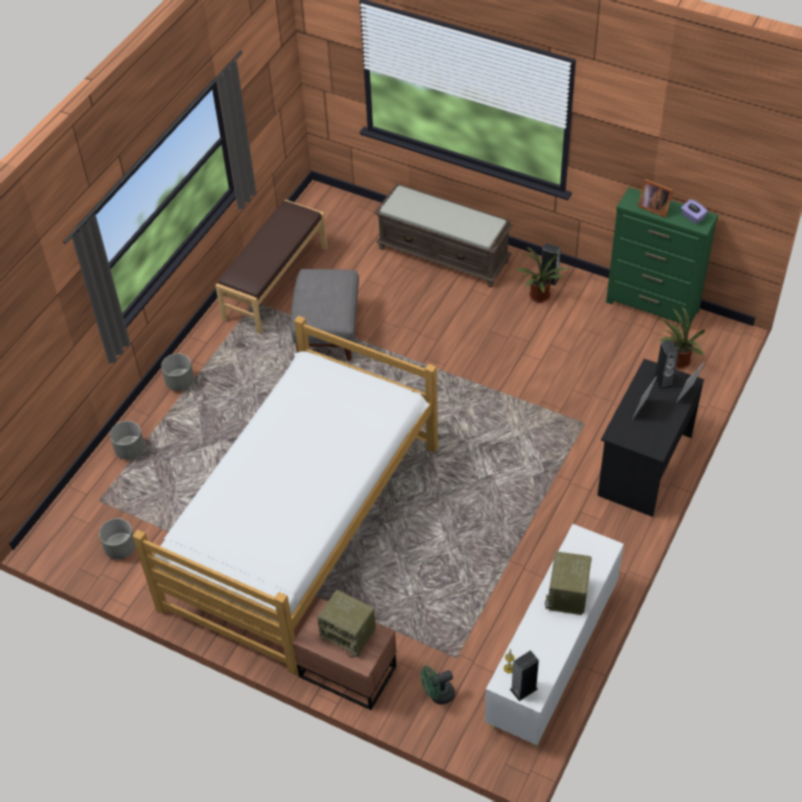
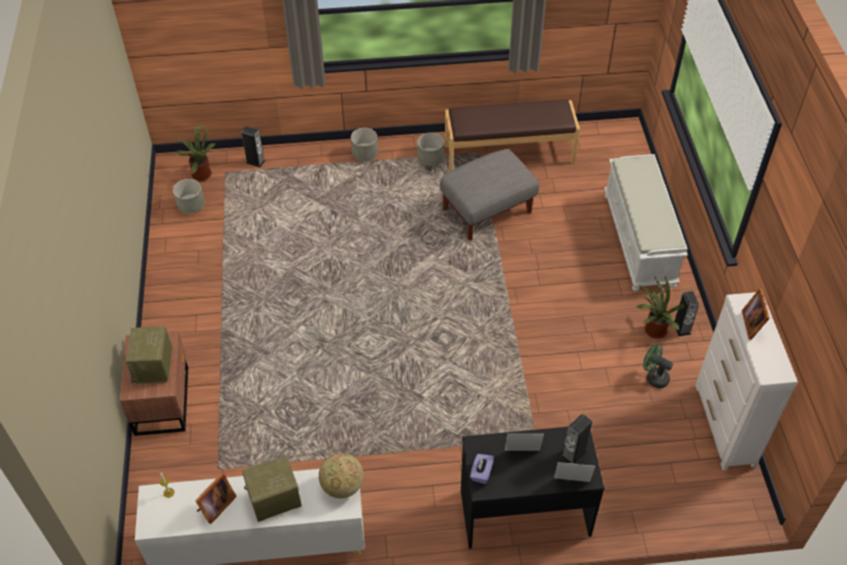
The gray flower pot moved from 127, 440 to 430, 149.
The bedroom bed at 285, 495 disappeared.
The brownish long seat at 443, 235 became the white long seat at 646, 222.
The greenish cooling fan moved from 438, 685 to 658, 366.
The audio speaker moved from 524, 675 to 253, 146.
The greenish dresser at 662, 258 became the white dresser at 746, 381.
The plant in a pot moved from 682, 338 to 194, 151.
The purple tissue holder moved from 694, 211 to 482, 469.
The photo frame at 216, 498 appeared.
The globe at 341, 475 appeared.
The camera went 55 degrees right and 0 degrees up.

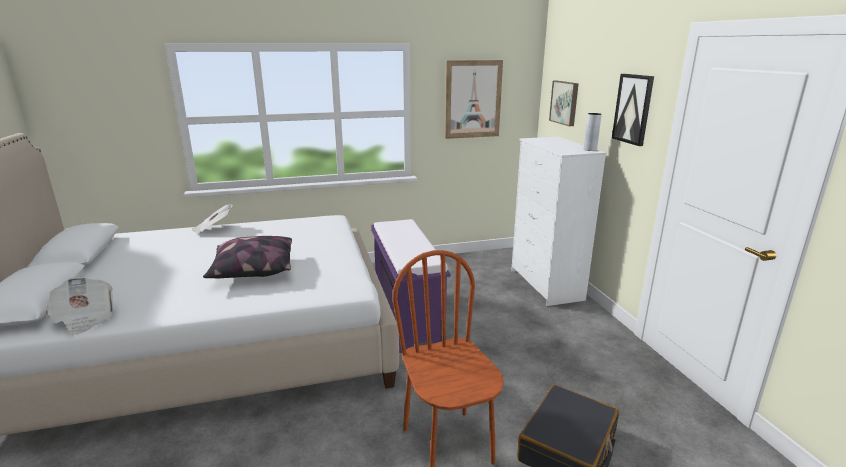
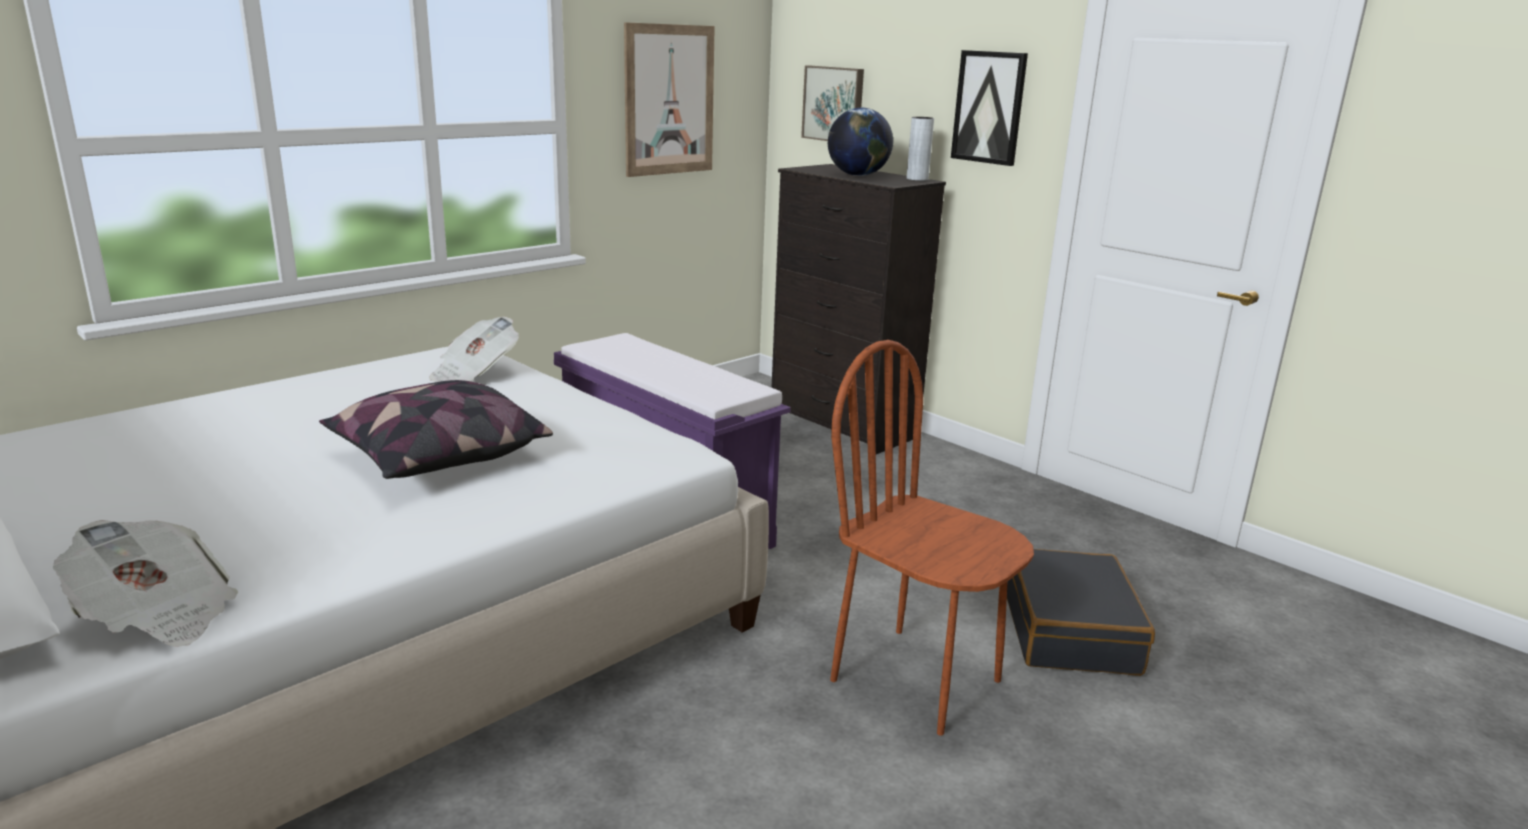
The printed paper moved from 212, 219 to 474, 349.
The white dresser at 558, 221 became the blackish dresser at 858, 309.
The globe at 860, 142 appeared.
The camera went 30 degrees left and 0 degrees up.

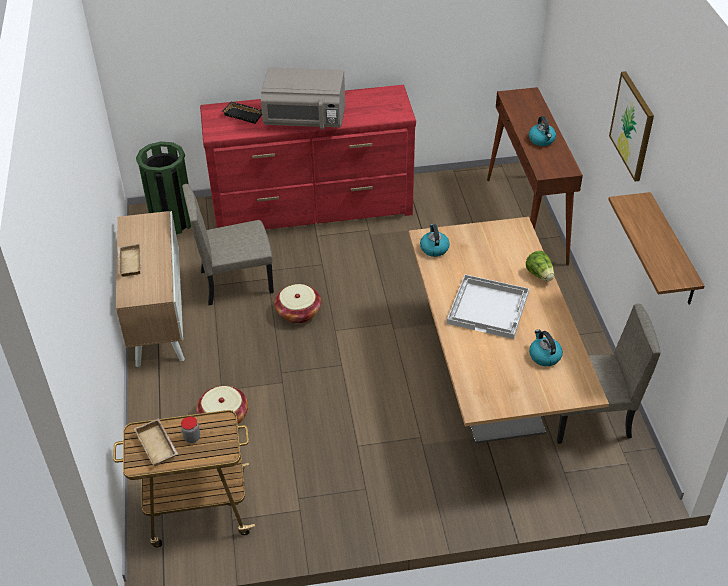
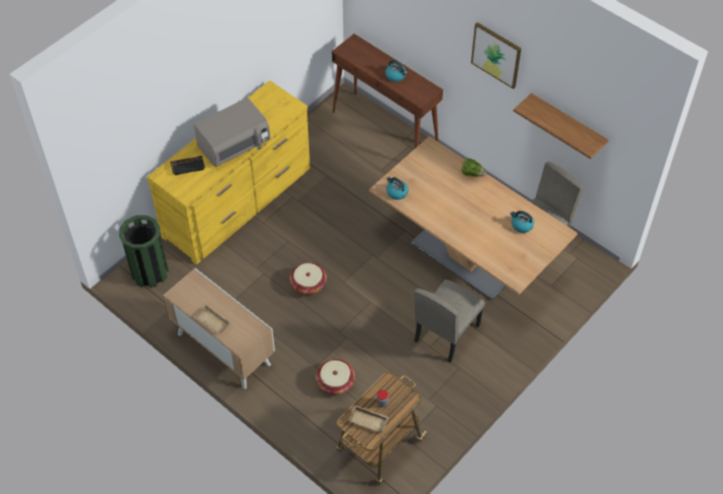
The beige chair moved from 228, 244 to 449, 321.
The reddish dresser at 308, 157 became the yellow dresser at 228, 172.
The white serving tray at 488, 306 disappeared.
The camera went 40 degrees left and 10 degrees up.

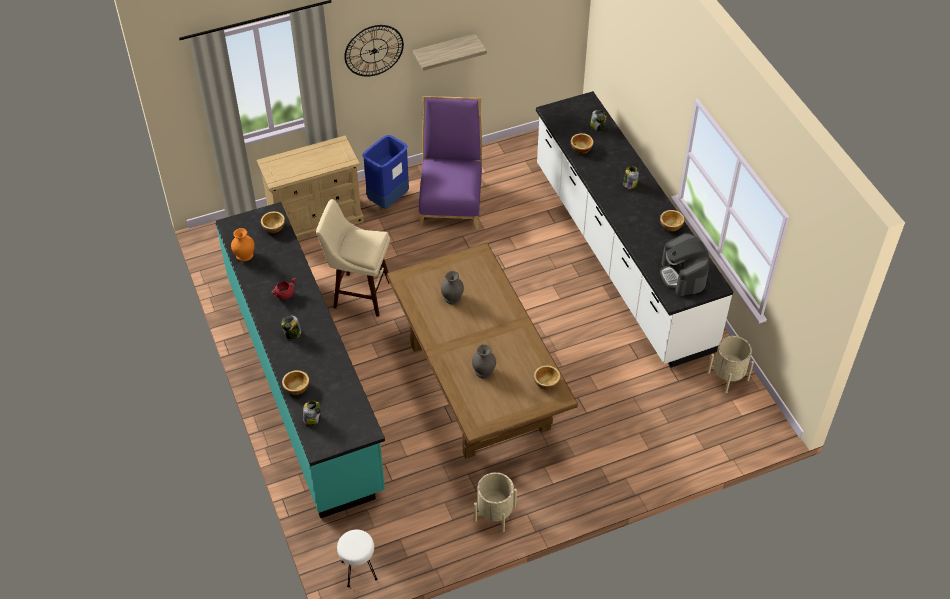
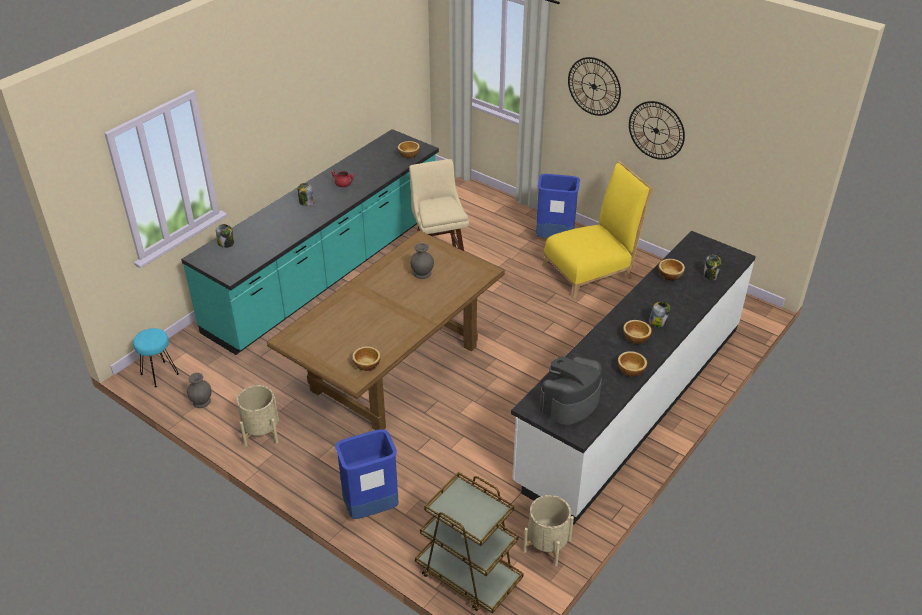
The orangey decorative vase at 243, 245 disappeared.
The beige dresser at 310, 187 disappeared.
The bowl moved from 295, 382 to 637, 332.
The white stool at 357, 558 became the turquoise stool at 156, 357.
The bracket shelf at 450, 52 was replaced by the clock on the wall at 657, 130.
The purple chair at 450, 162 became the yellow chair at 597, 229.
The gray decorative vase moved from 484, 361 to 199, 390.
The blue trash can at 366, 474 appeared.
The brownish trolley at 469, 543 appeared.
The camera went 60 degrees right and 10 degrees down.

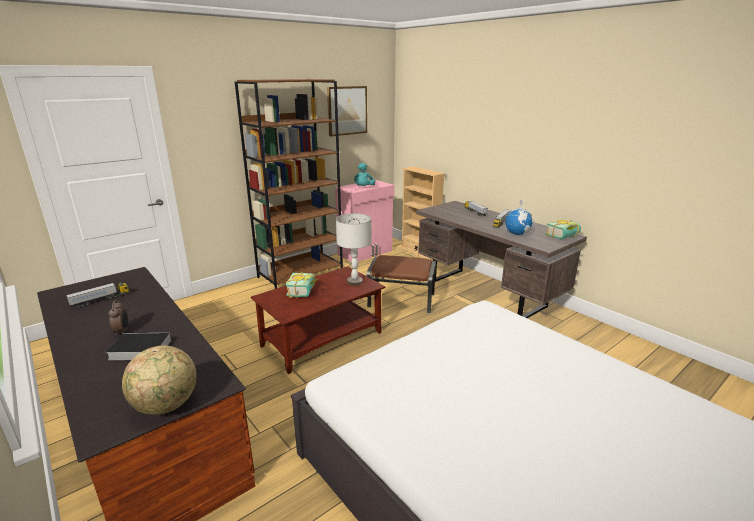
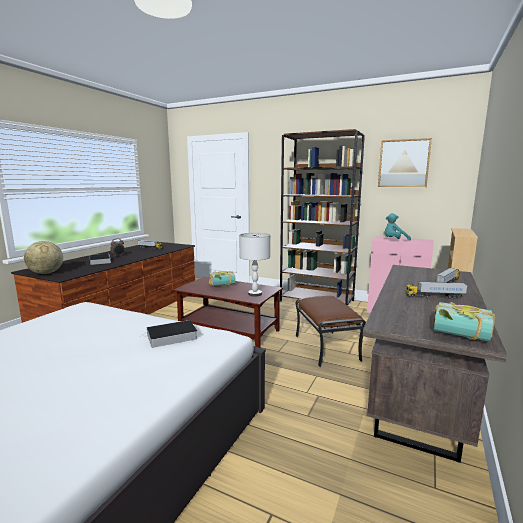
The globe at 519, 217 disappeared.
The volume at 170, 334 appeared.
The camera went 65 degrees right and 10 degrees down.

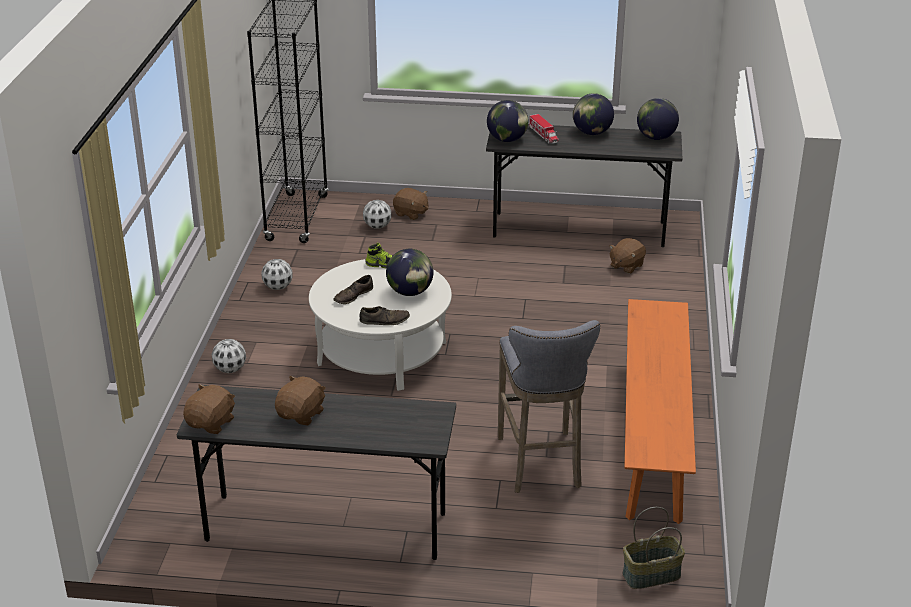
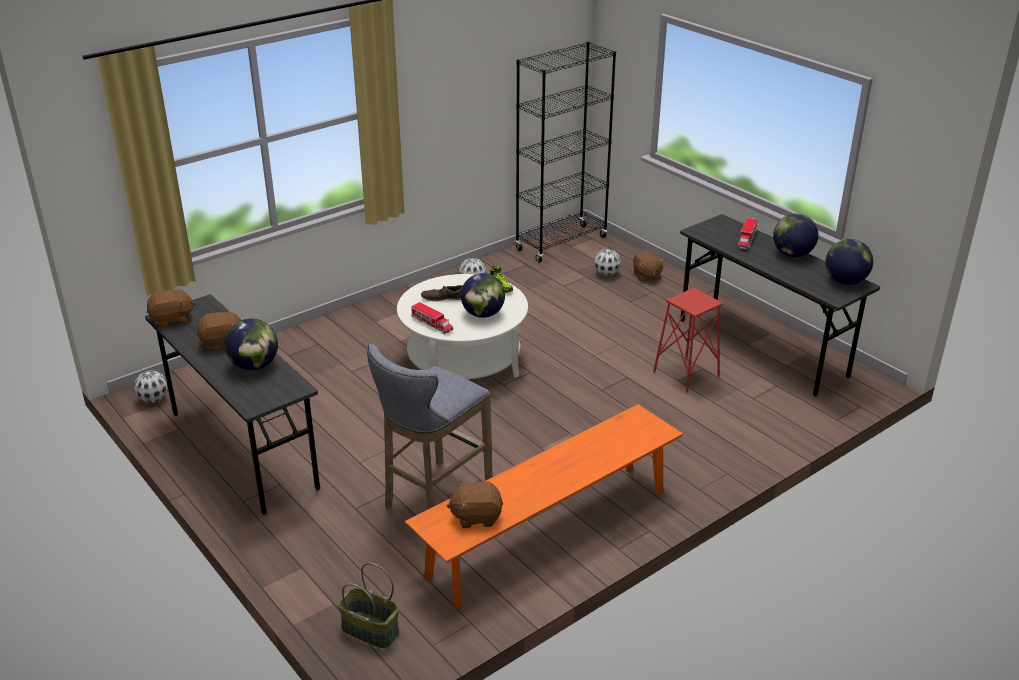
The football moved from 229, 356 to 151, 386.
The brownish low shoe at 384, 315 was replaced by the toy truck at 432, 318.
The globe moved from 507, 121 to 251, 344.
The brownish plush toy moved from 627, 256 to 475, 504.
The reddish stool at 688, 340 appeared.
The camera went 45 degrees right and 0 degrees up.

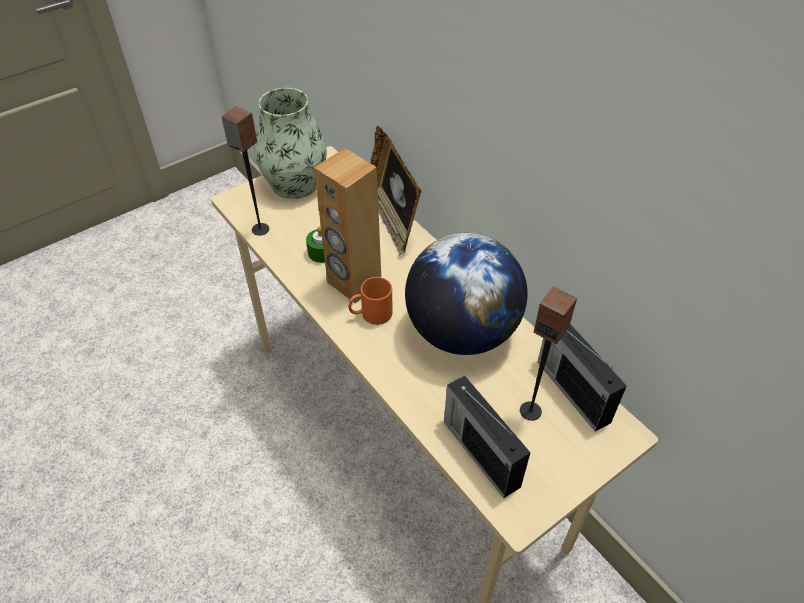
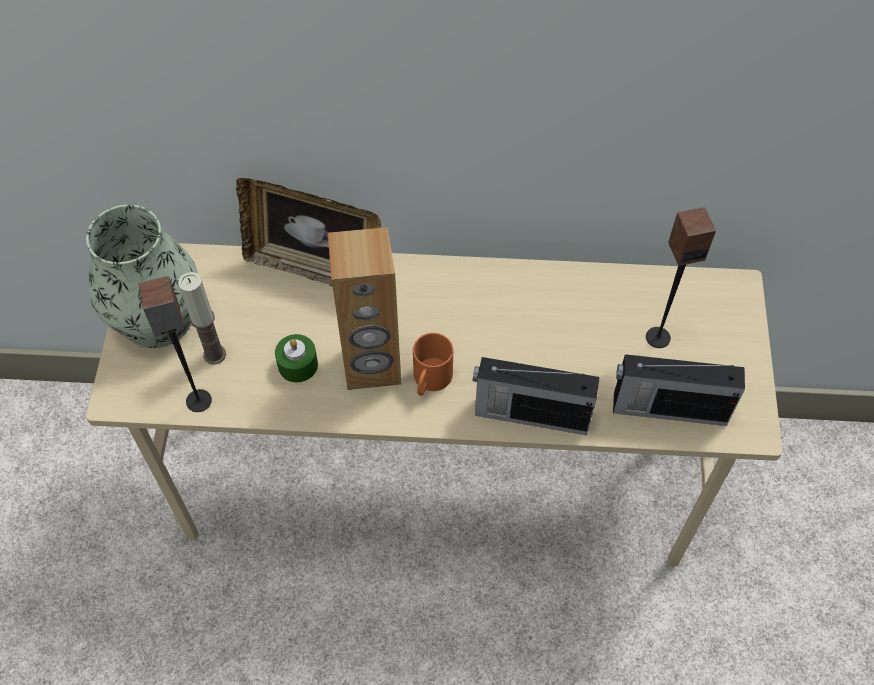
The globe at 466, 294 disappeared.
The radio set moved from 582, 377 to 536, 396.
The wax candle at 202, 318 appeared.
The camera went 50 degrees left and 10 degrees up.

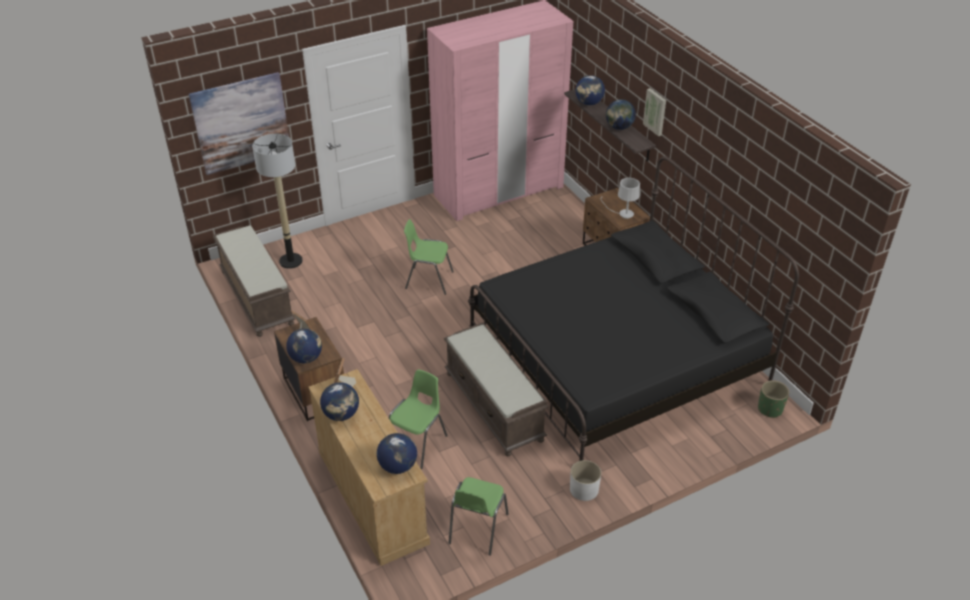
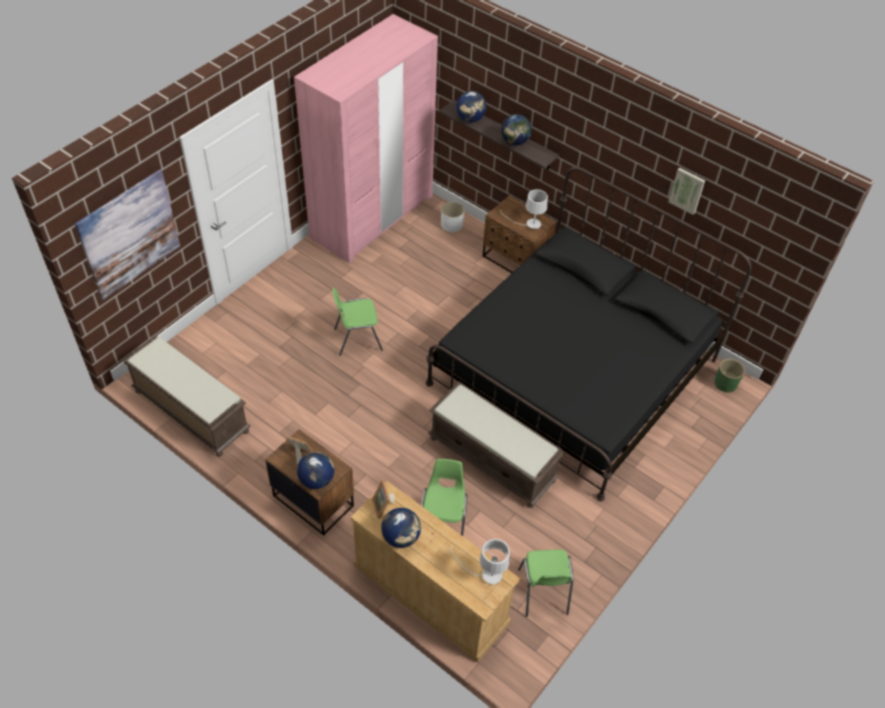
The standing lamp at 277, 201 disappeared.
The globe at 397, 453 was replaced by the white tabletop lamp at 480, 561.
The white flower pot moved from 585, 480 to 452, 217.
The picture moved from 654, 112 to 687, 191.
The camera went 25 degrees left and 10 degrees up.

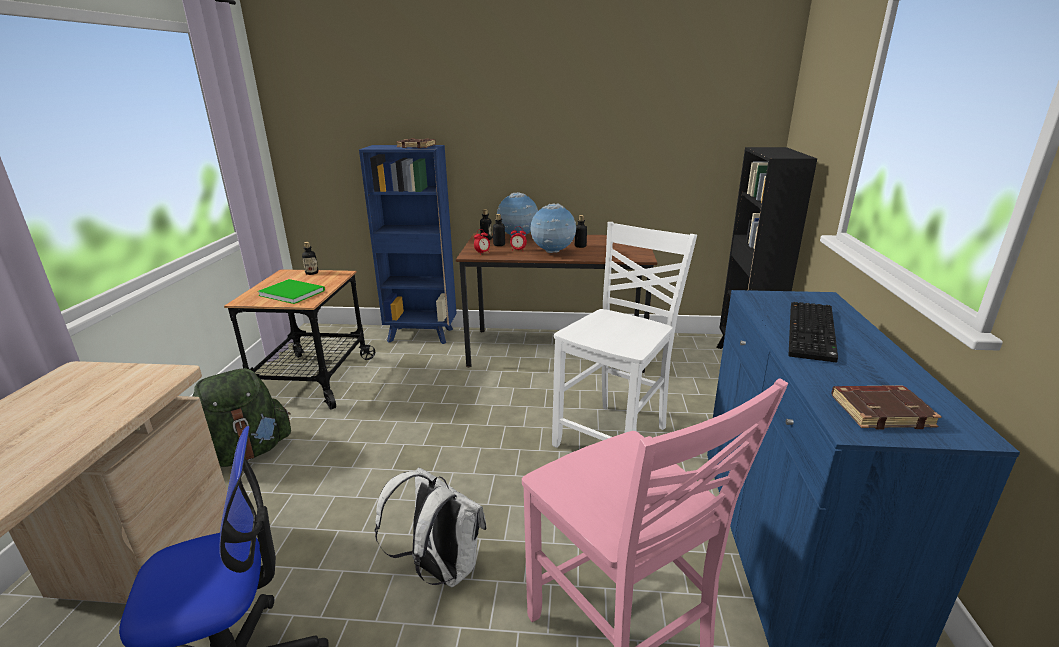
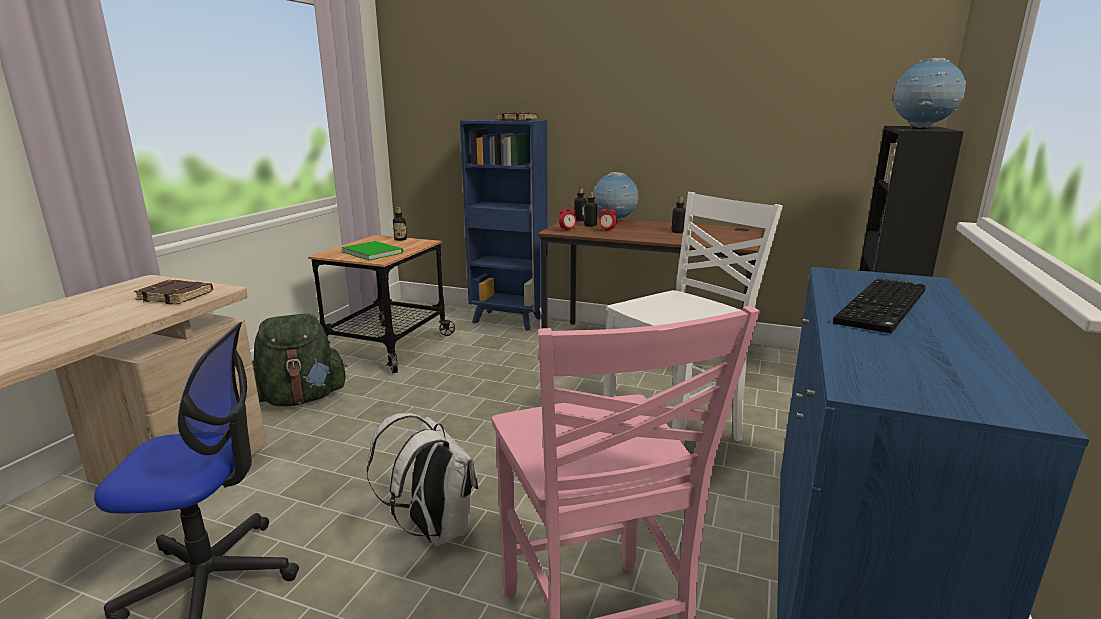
The globe moved from 553, 228 to 929, 93.
The brownish volume moved from 886, 408 to 173, 292.
The camera went 15 degrees right and 5 degrees down.

